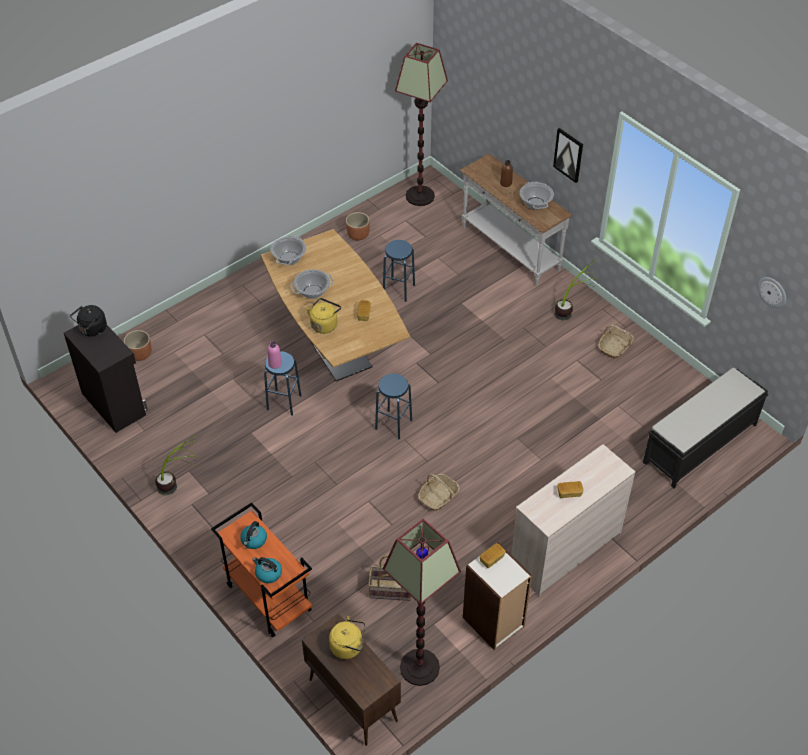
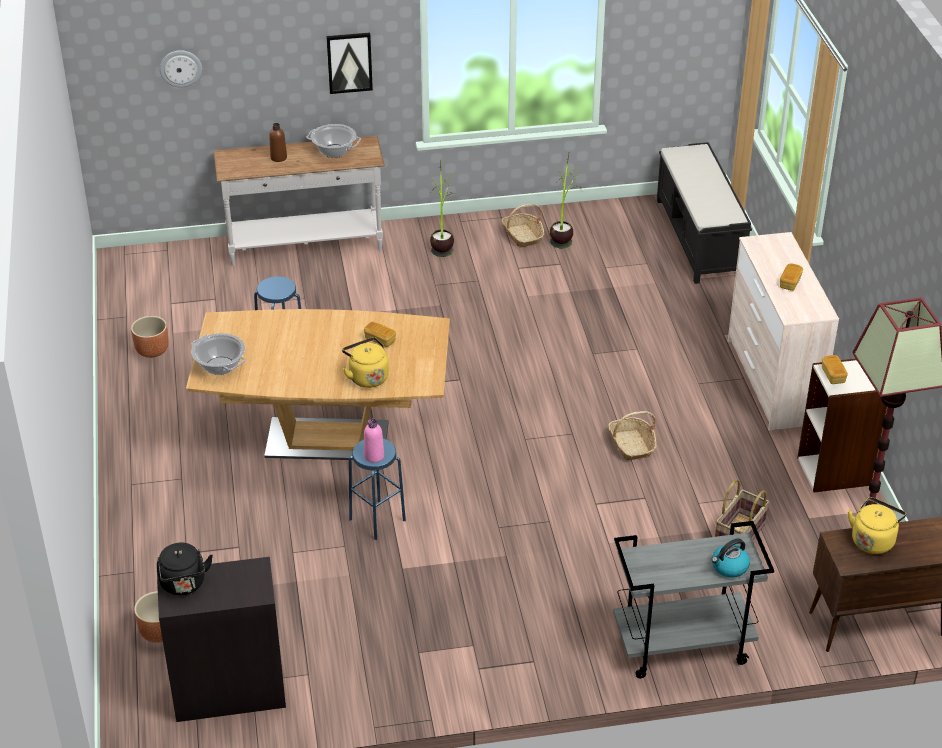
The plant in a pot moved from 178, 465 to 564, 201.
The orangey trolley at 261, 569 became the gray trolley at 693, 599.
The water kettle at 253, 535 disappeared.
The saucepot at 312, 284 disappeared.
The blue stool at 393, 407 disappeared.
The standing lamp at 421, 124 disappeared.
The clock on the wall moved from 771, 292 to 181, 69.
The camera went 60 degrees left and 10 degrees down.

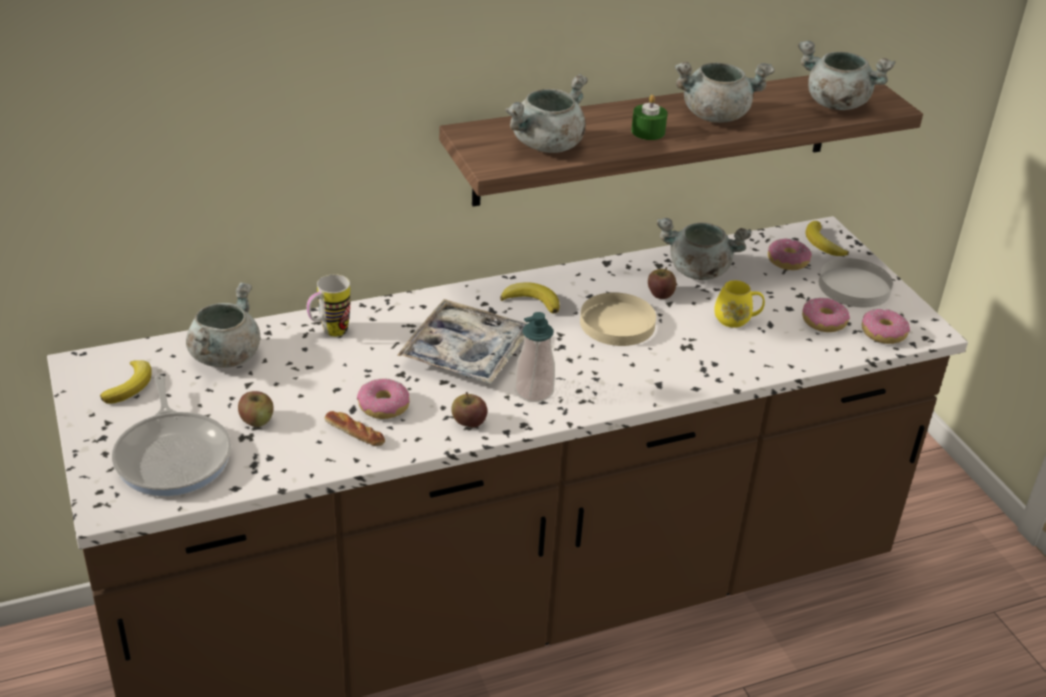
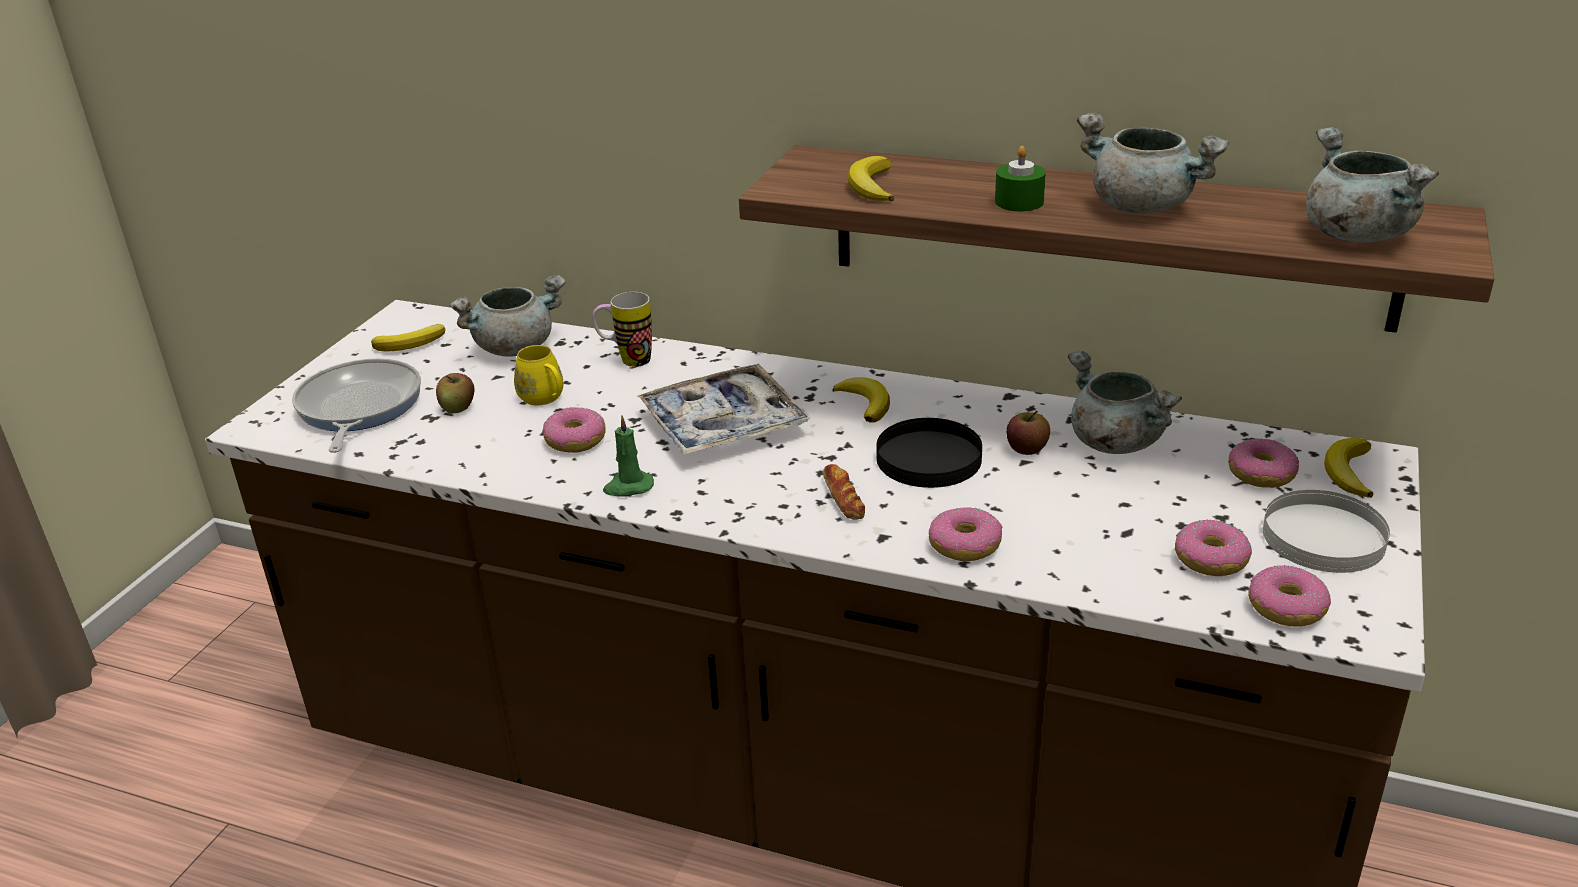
The skillet at 171, 435 turned 150 degrees clockwise.
The bread moved from 355, 428 to 844, 492.
The apple at 469, 409 was replaced by the greenish wax candle at 628, 456.
The gray saucepot at 546, 113 was replaced by the banana at 871, 178.
The soap dispenser at 535, 357 disappeared.
The beige plate at 618, 319 became the blackish plate at 929, 453.
The yellow tea mug moved from 739, 304 to 538, 375.
The ring doughnut at 966, 534 appeared.
The camera went 45 degrees right and 5 degrees down.

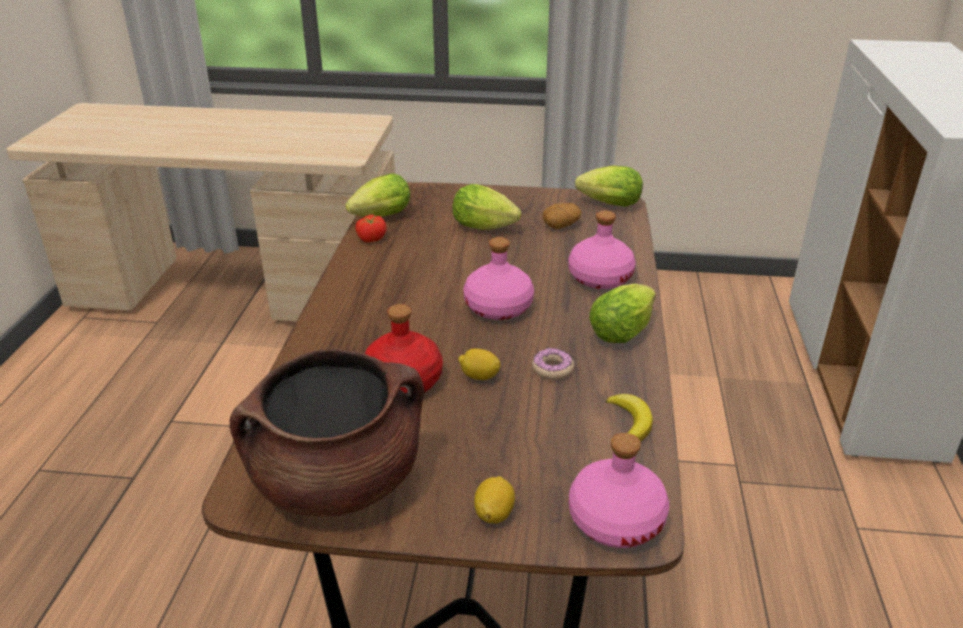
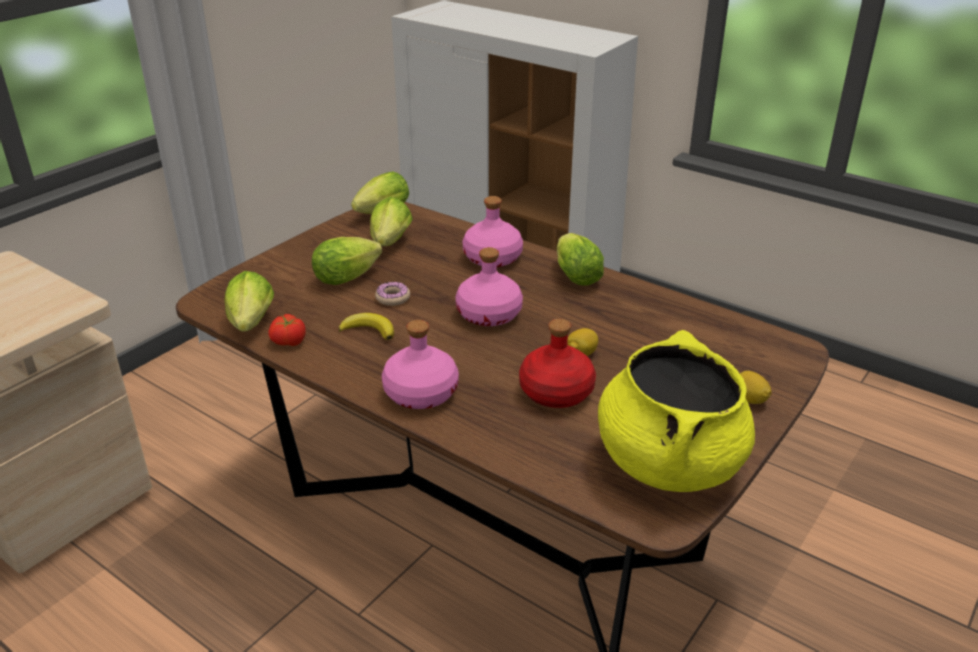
The brownish saucepot at 327, 432 became the yellow saucepot at 676, 411.
The ring doughnut moved from 553, 364 to 392, 294.
The potato at 562, 216 was replaced by the lettuce head at 391, 221.
The pink-coloured bottle moved from 619, 490 to 420, 364.
The banana moved from 629, 418 to 366, 326.
The camera went 60 degrees left and 0 degrees up.

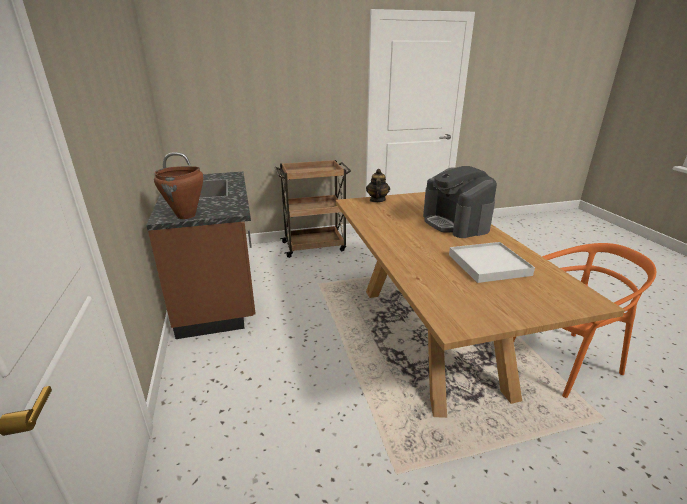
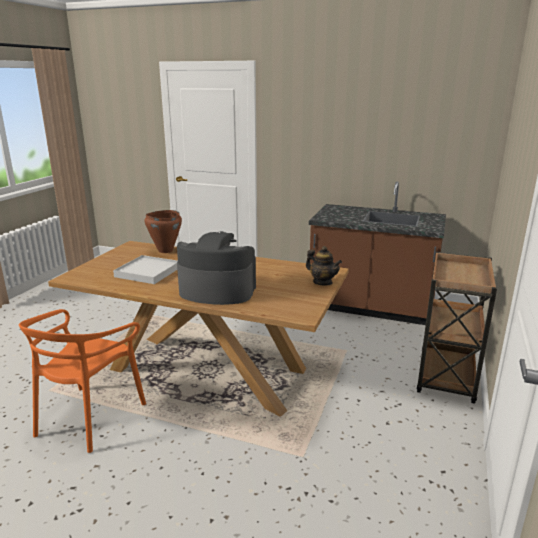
The brownish saucepot moved from 179, 192 to 163, 231.
The camera went 125 degrees right and 5 degrees down.

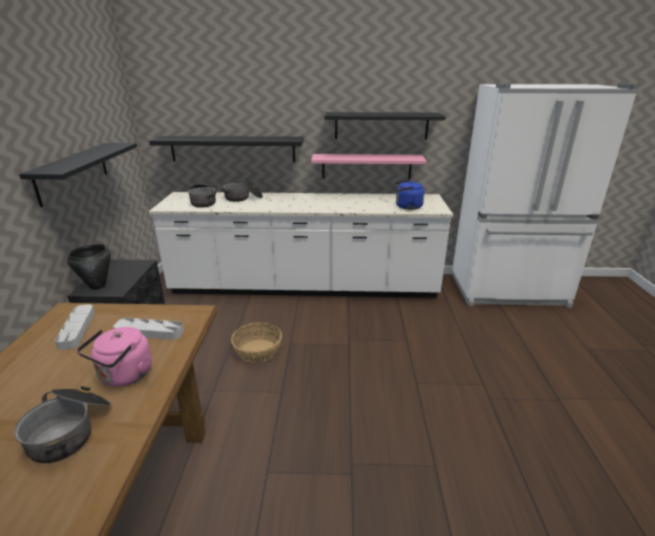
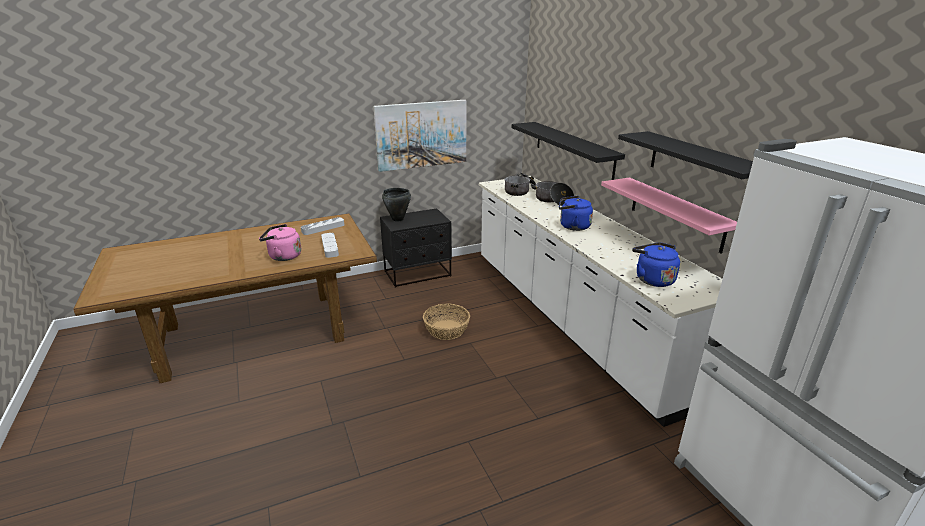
The saucepot at 62, 424 disappeared.
The blackish bracket shelf at 78, 175 was replaced by the picture at 419, 136.
The blue water kettle at 576, 213 appeared.
The camera went 65 degrees right and 0 degrees up.

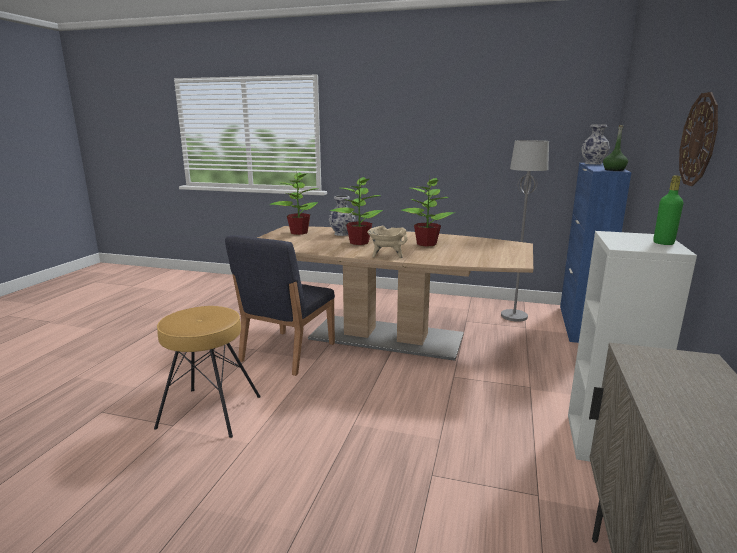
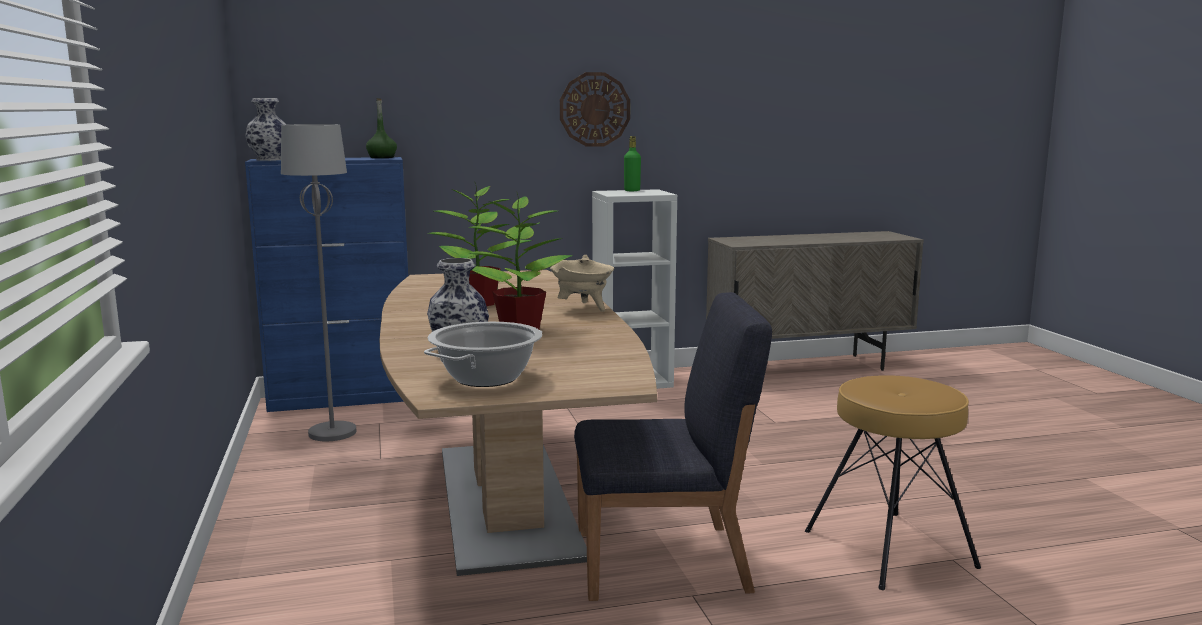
The plant in a pot at 293, 202 was replaced by the saucepot at 483, 354.
The camera went 120 degrees left and 5 degrees down.

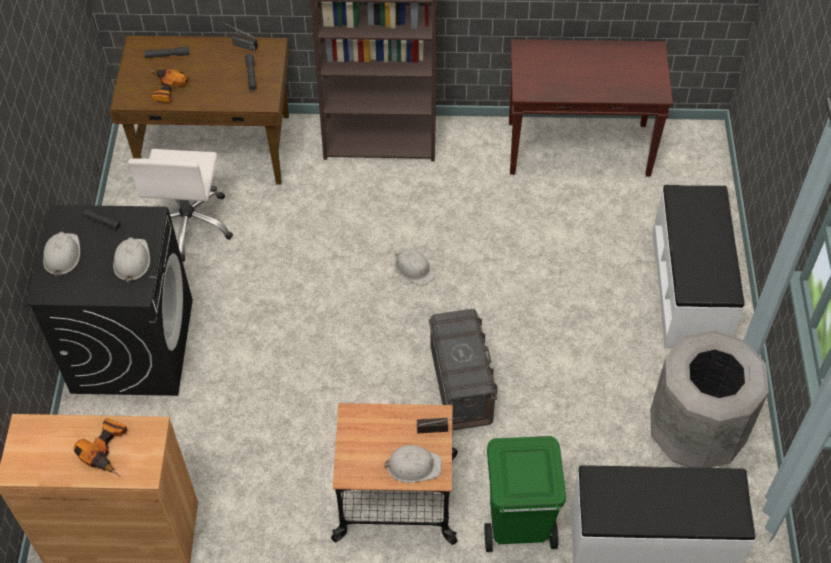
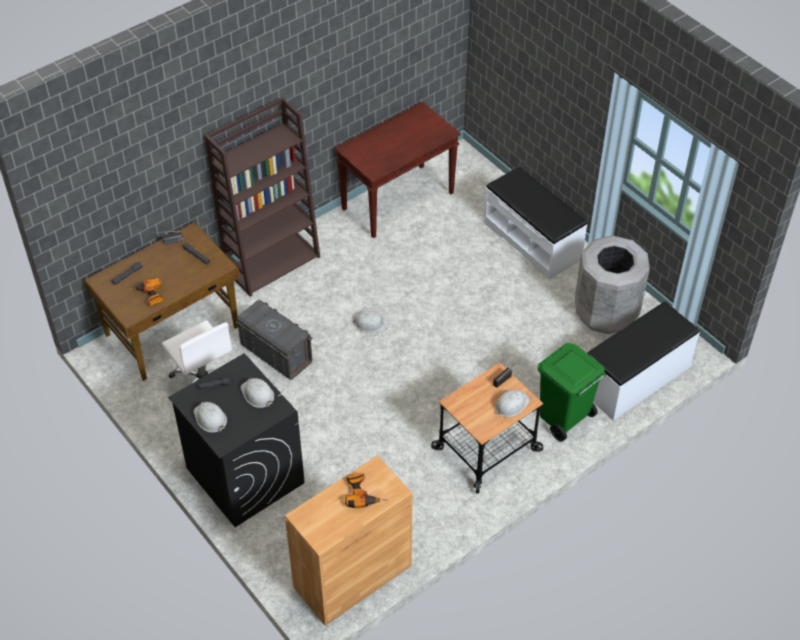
The gray storage box moved from 463, 370 to 274, 340.
The camera went 40 degrees left and 5 degrees down.

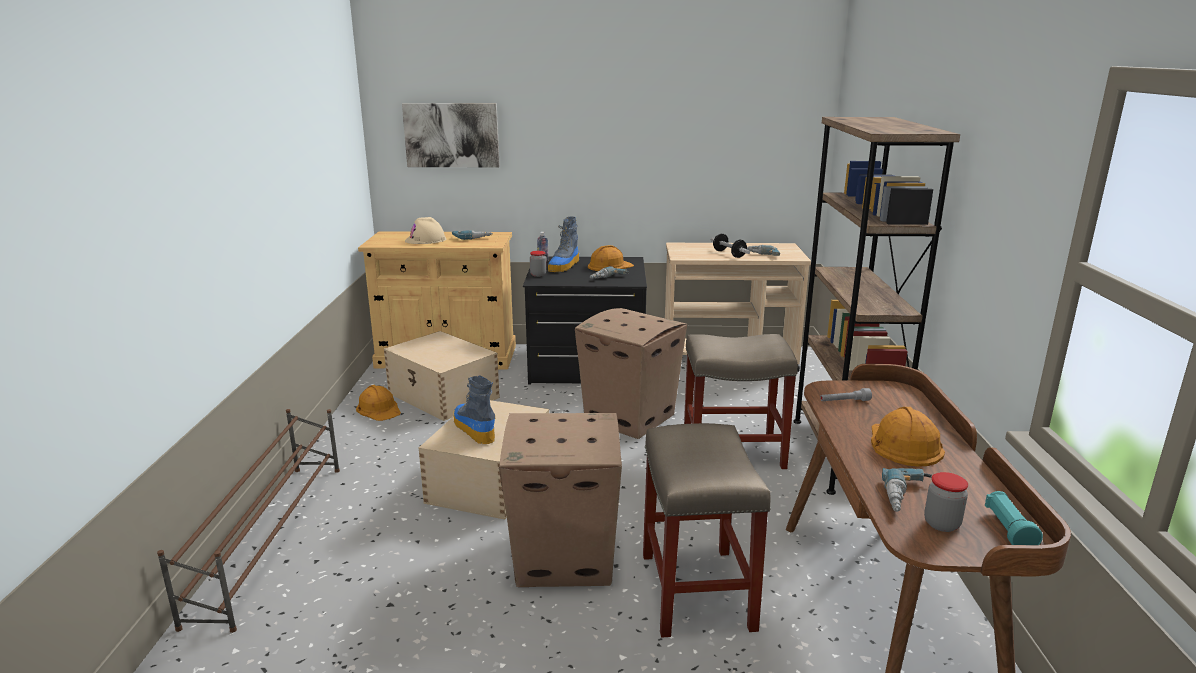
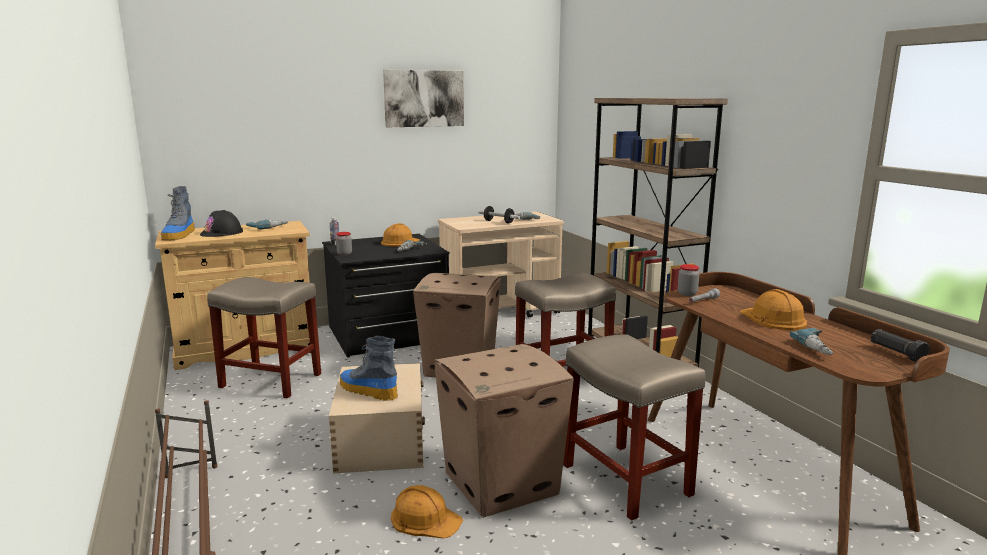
The orangey work helmet moved from 378, 403 to 427, 511.
The beige storage box at 442, 376 was replaced by the beige stool at 264, 337.
The picture moved from 451, 135 to 423, 98.
The beige work helmet at 425, 230 became the blackish work helmet at 221, 223.
The boot moved from 563, 244 to 178, 213.
The jar moved from 946, 502 to 688, 280.
The turquoise hand torch at 1014, 518 became the blackish hand torch at 900, 345.
The camera went 25 degrees left and 5 degrees down.

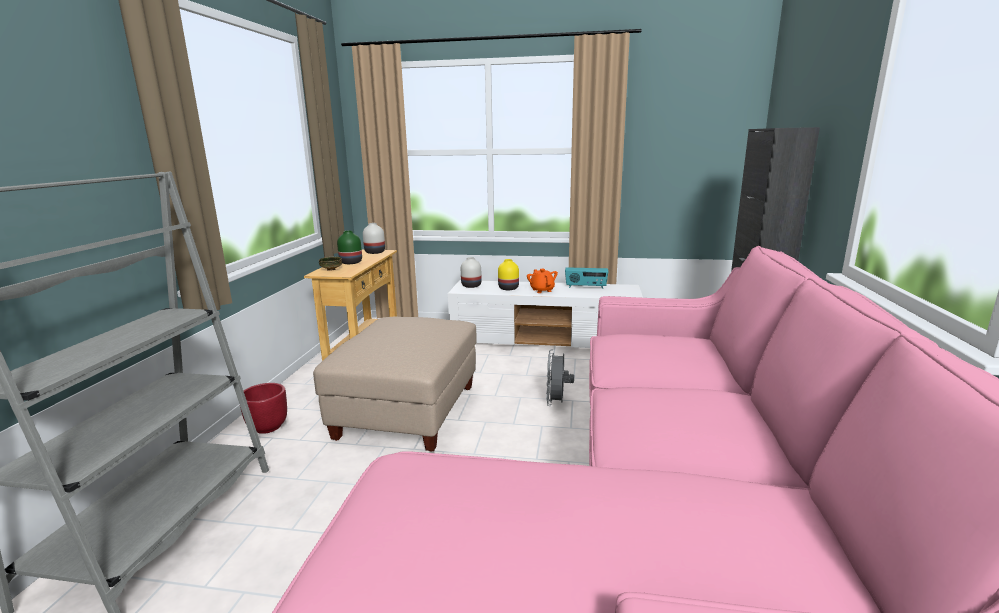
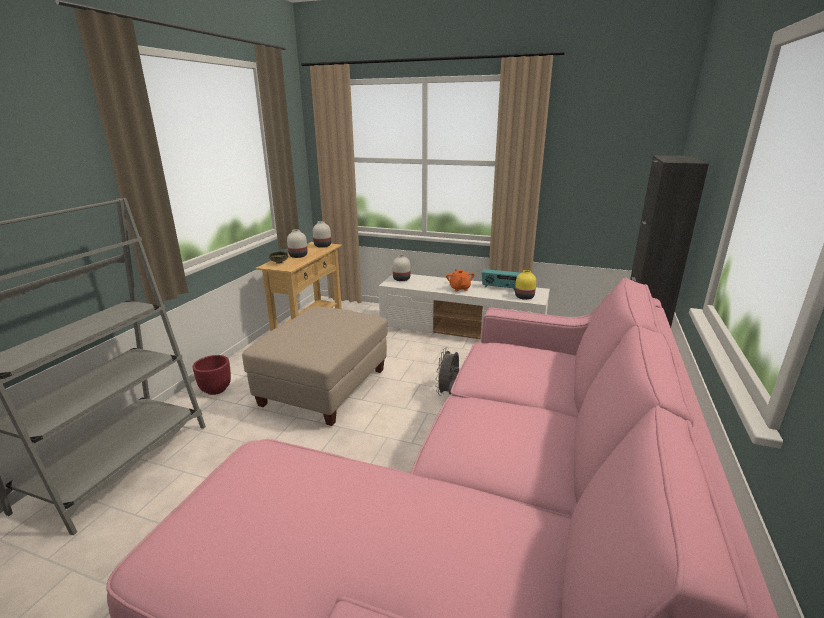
The greenish decorative vase at 349, 247 became the white decorative vase at 297, 243.
The yellow decorative vase moved from 508, 274 to 525, 285.
The camera went 10 degrees right and 5 degrees up.

